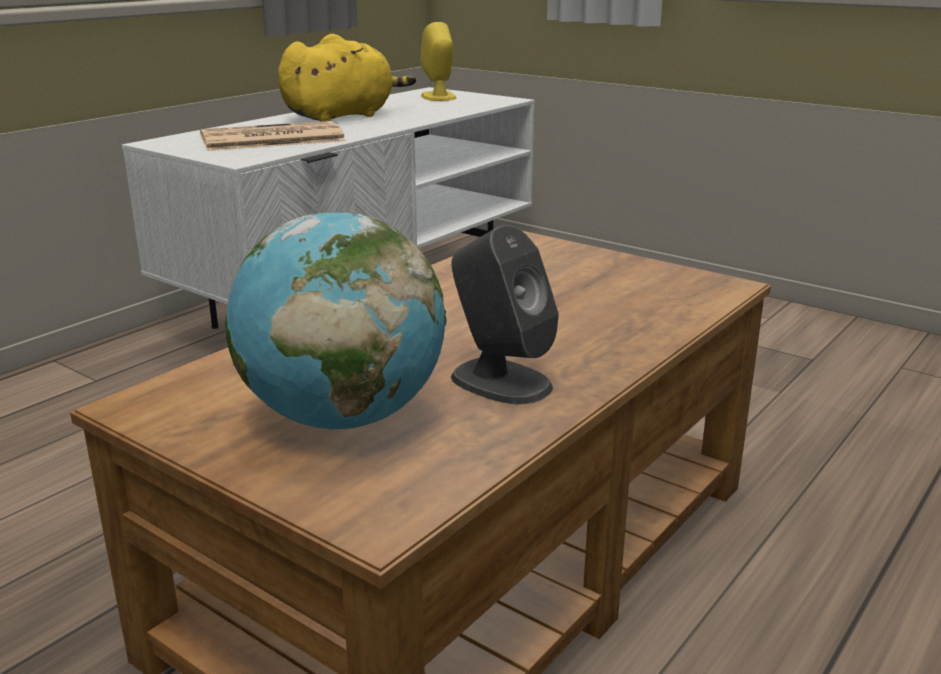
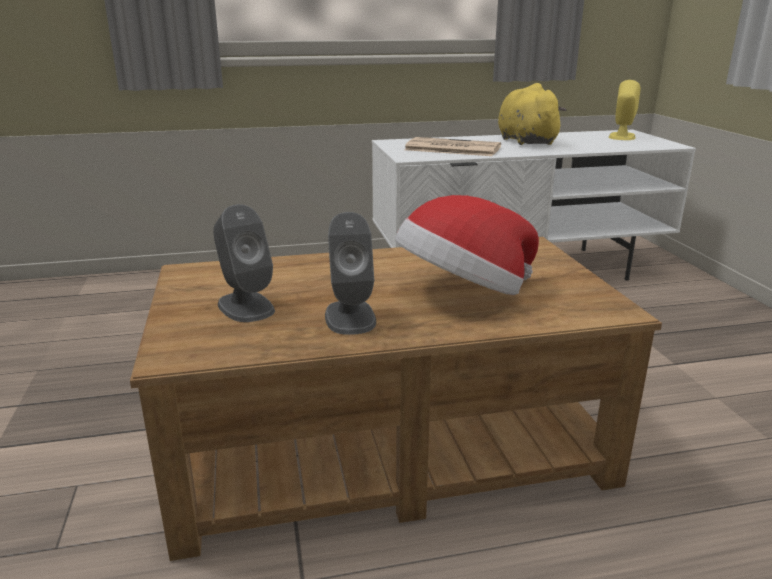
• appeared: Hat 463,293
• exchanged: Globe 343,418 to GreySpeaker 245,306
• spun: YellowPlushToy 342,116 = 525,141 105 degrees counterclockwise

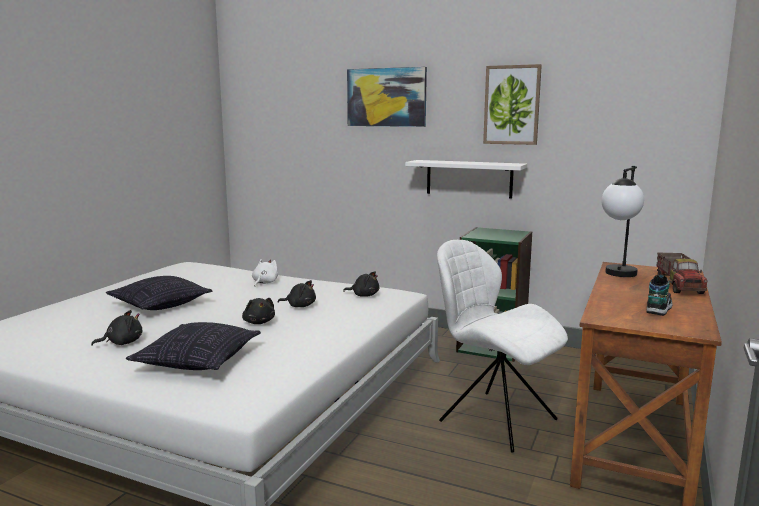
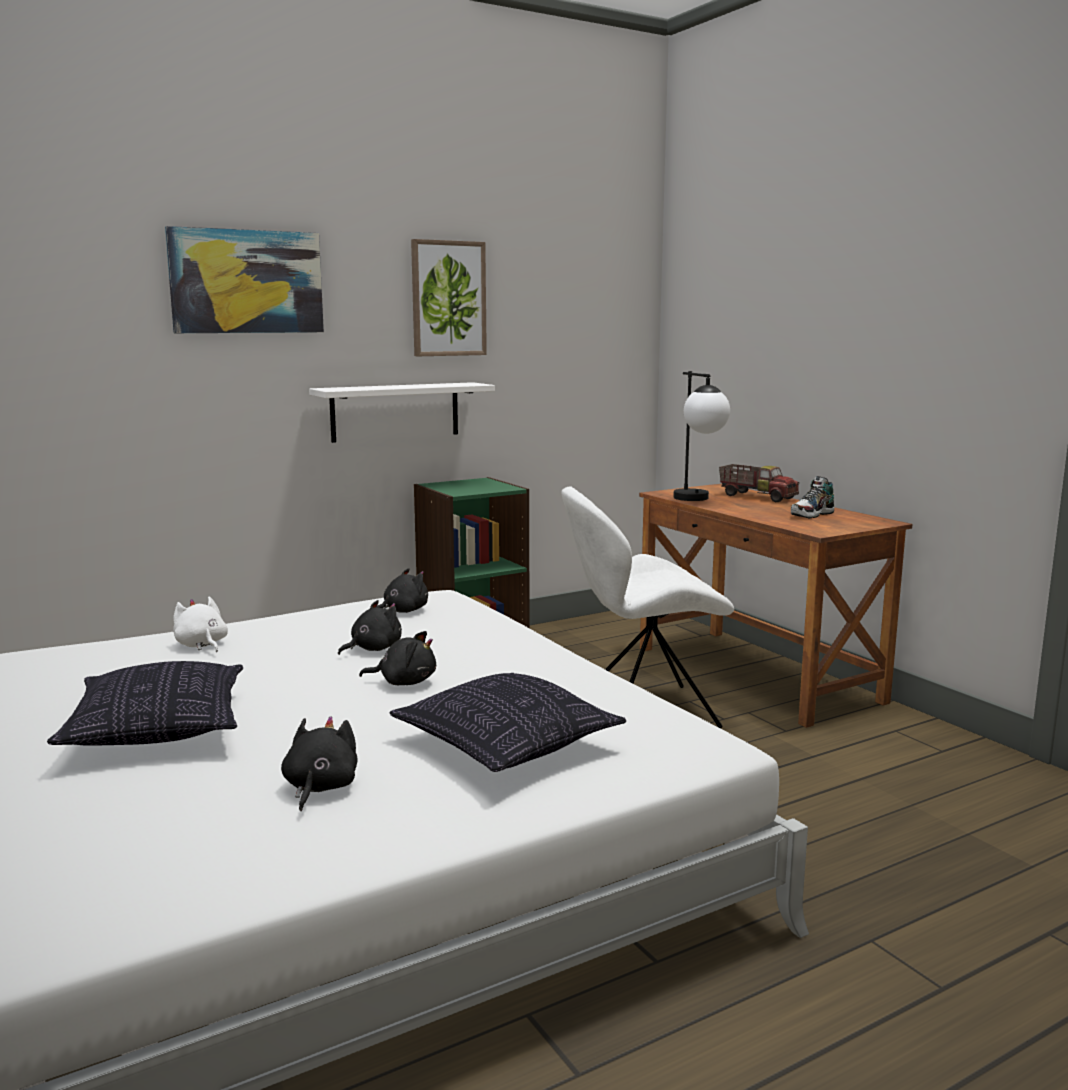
• spun: Shoe 658,308 = 812,515 105 degrees counterclockwise

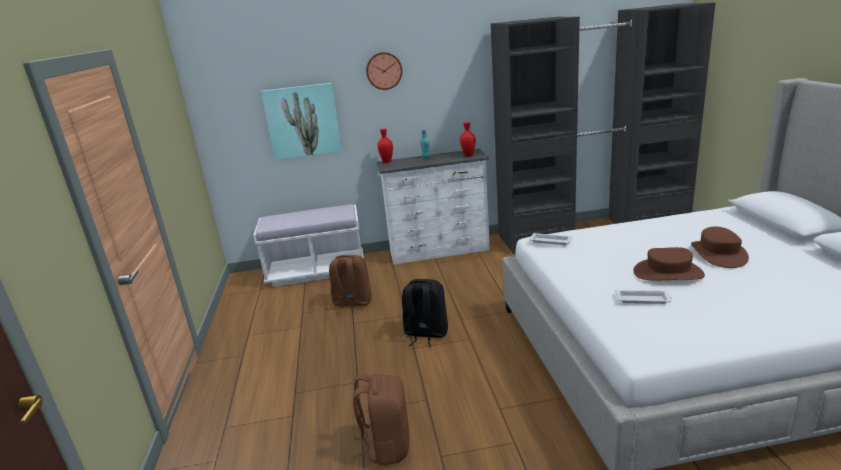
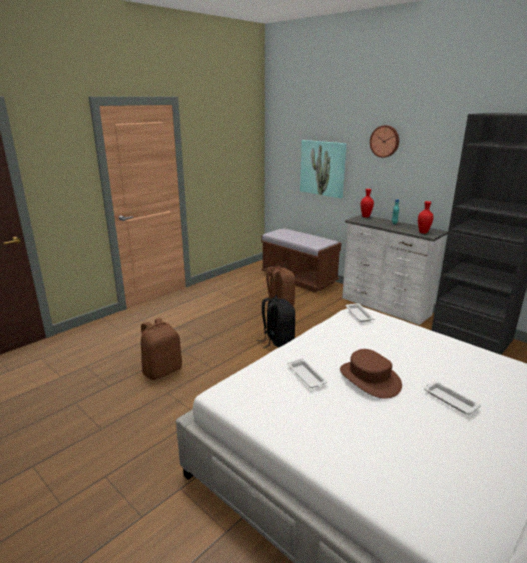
• exchanged: BrownHat 718,254 to WhiteTray 449,400
• colour: WhiteBench 316,271 to BrownBench 299,279

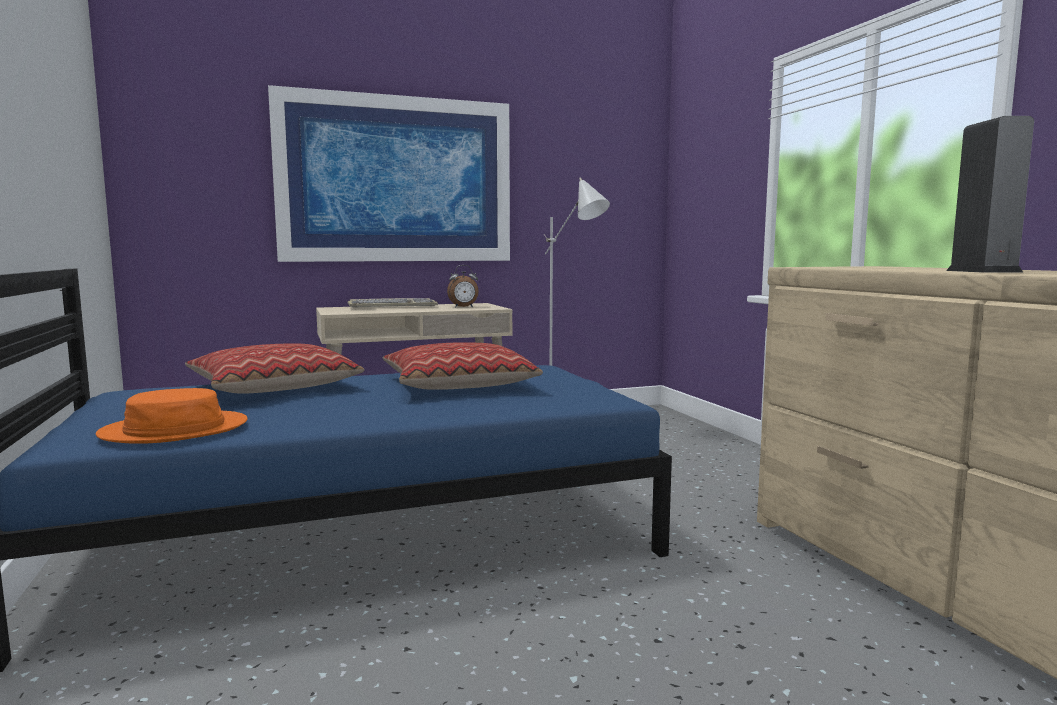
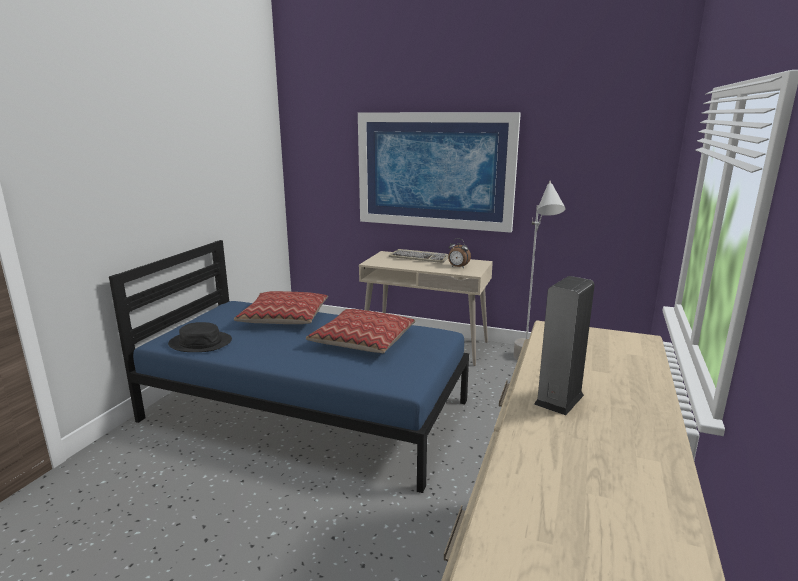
• colour: OrangeHat 175,430 to BlackHat 200,343

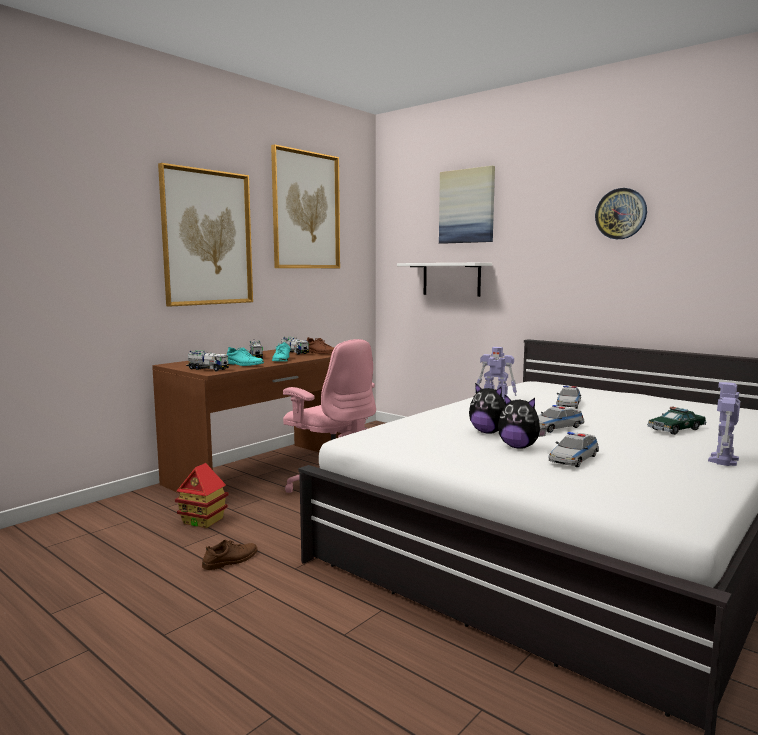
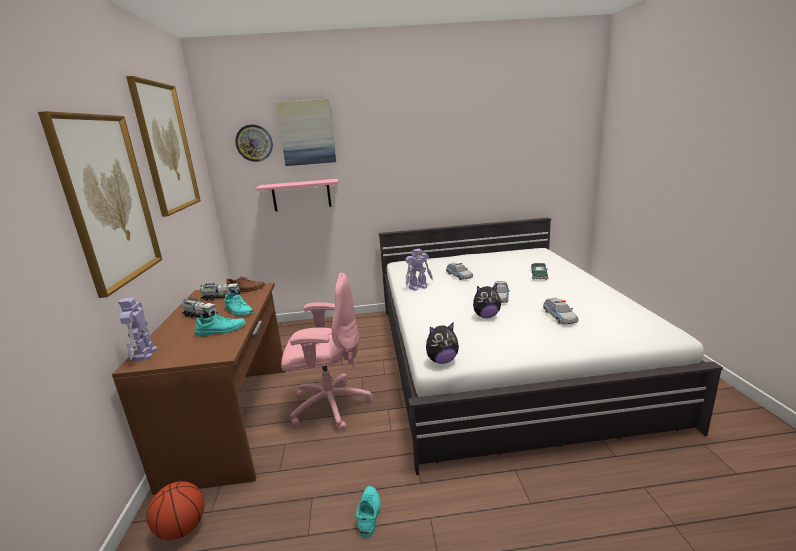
• missing: ToyHouse 203,521
• missing: ToyTruck 207,369
• appeared: Basketball 182,529
• relocated: PlushToy 519,447 to 442,360
• relocated: WallClock 621,214 to 254,143
• relocated: ToyRobot 723,460 to 144,354
• colour: BrownShoe 230,560 to TurquoiseShoe 369,513
• colour: WhiteShelf 451,279 to PinkShelf 301,195

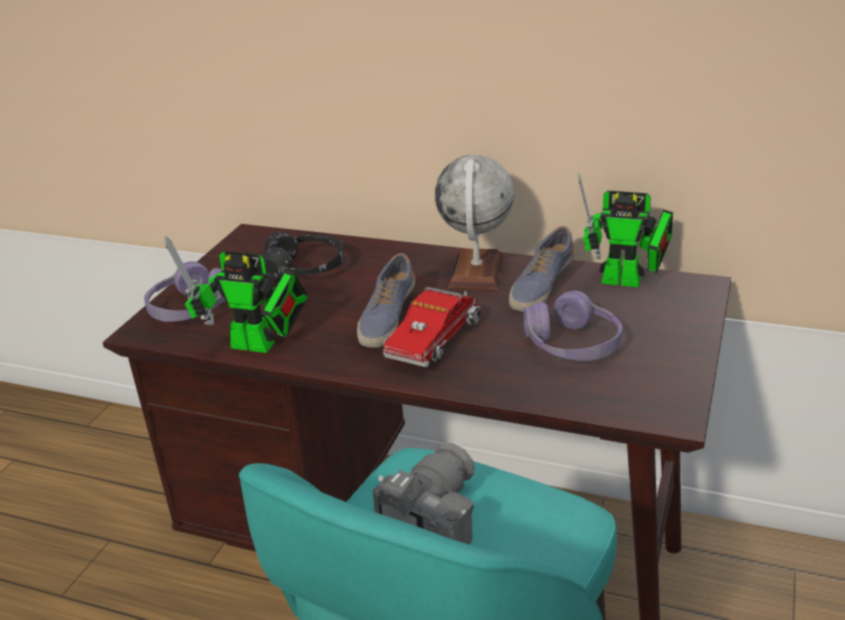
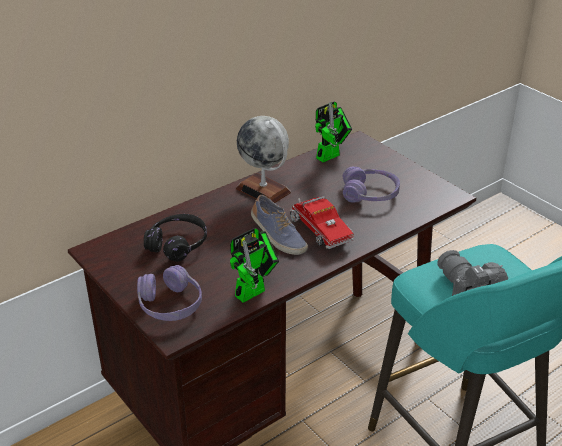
• missing: Shoe 541,287

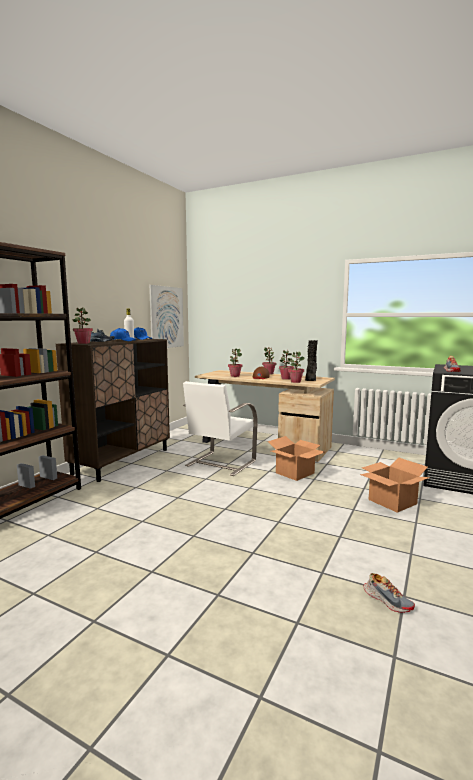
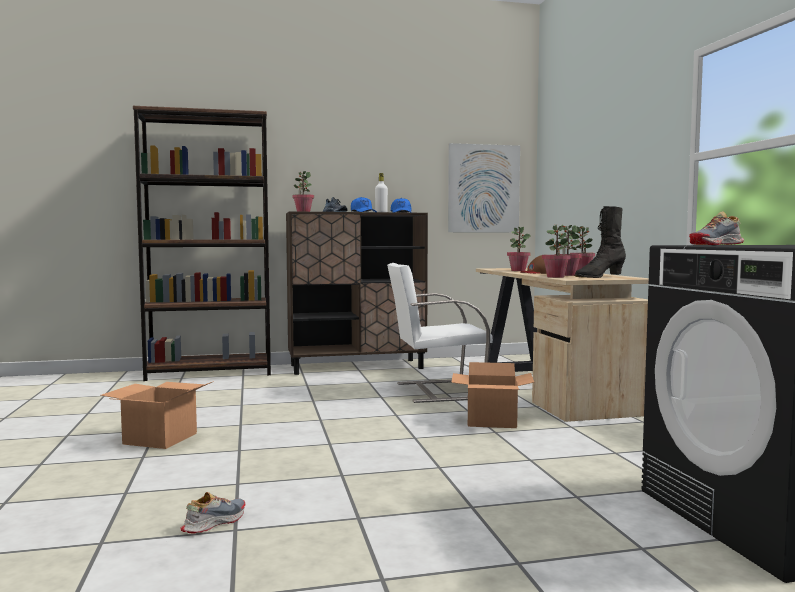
• relocated: CardboardBox 393,502 to 160,439
• spun: Shoe 387,600 = 214,523 150 degrees counterclockwise

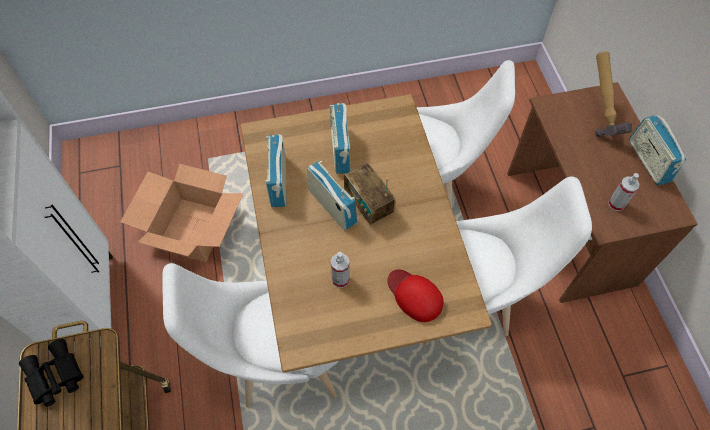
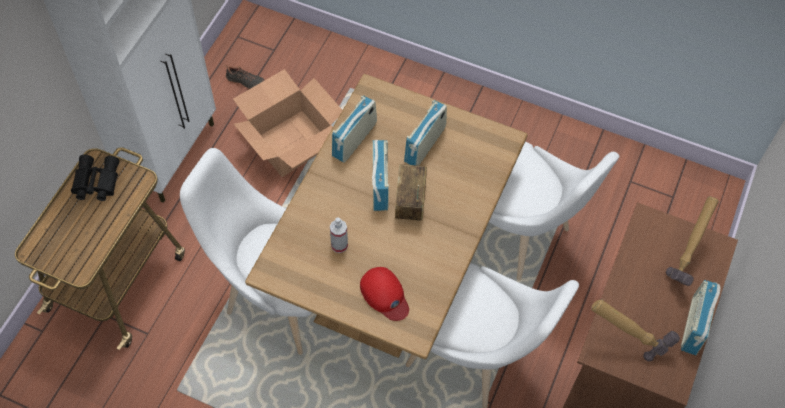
• appeared: BlackShoe 245,81
• exchanged: SprayBottle 616,204 to Hammer 626,340
• spun: RedCap 414,295 = 385,295 150 degrees clockwise

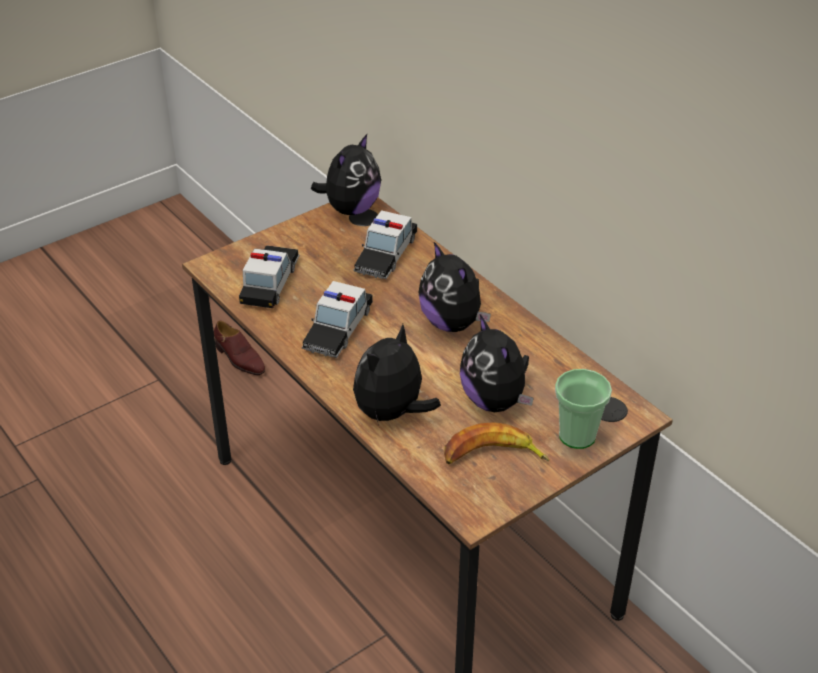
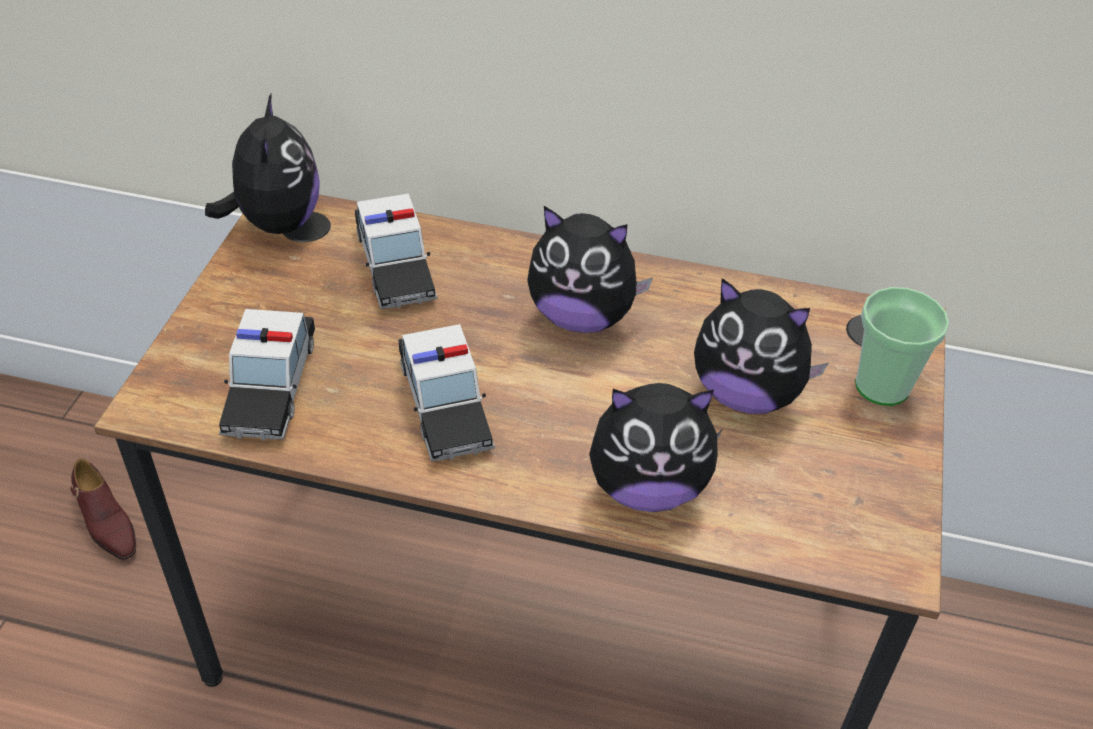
• missing: Banana 492,456
• spun: BrownShoe 239,359 = 106,522 45 degrees clockwise
• spun: ToyCar 270,282 = 271,386 150 degrees counterclockwise
• spun: PlushToy 392,413 = 647,487 90 degrees counterclockwise

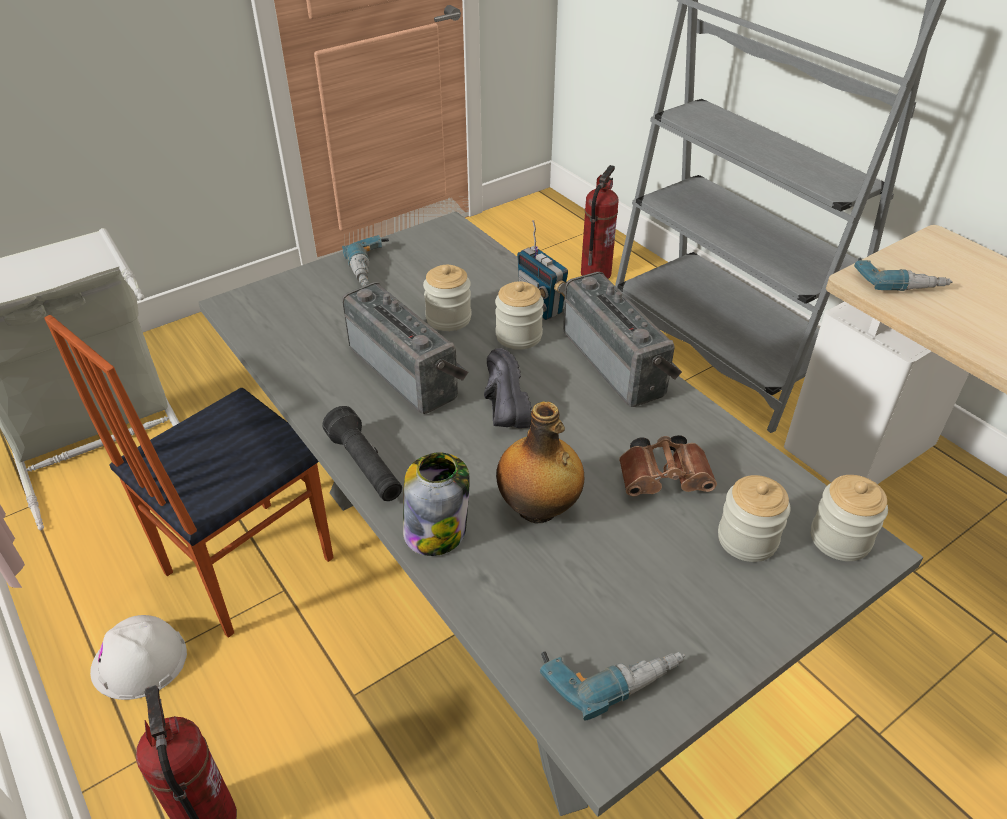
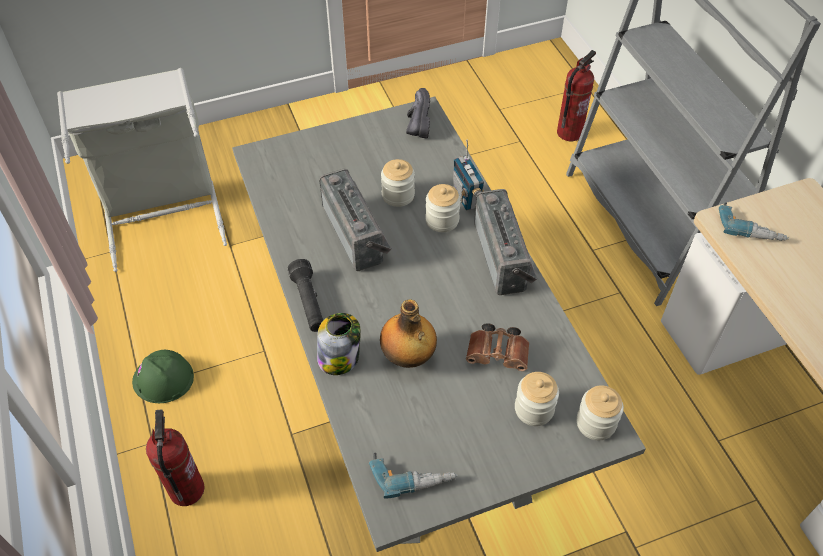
• missing: Chair 246,565
• missing: PowerDrill 373,269
• relocated: BlackShoe 499,403 to 416,121
• colour: WhiteHardHat 139,661 to GreenHardHat 163,379

